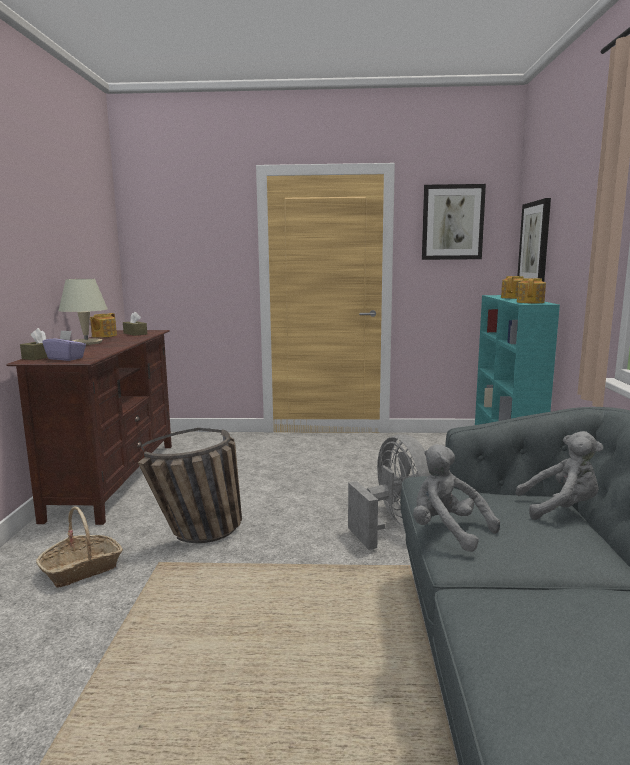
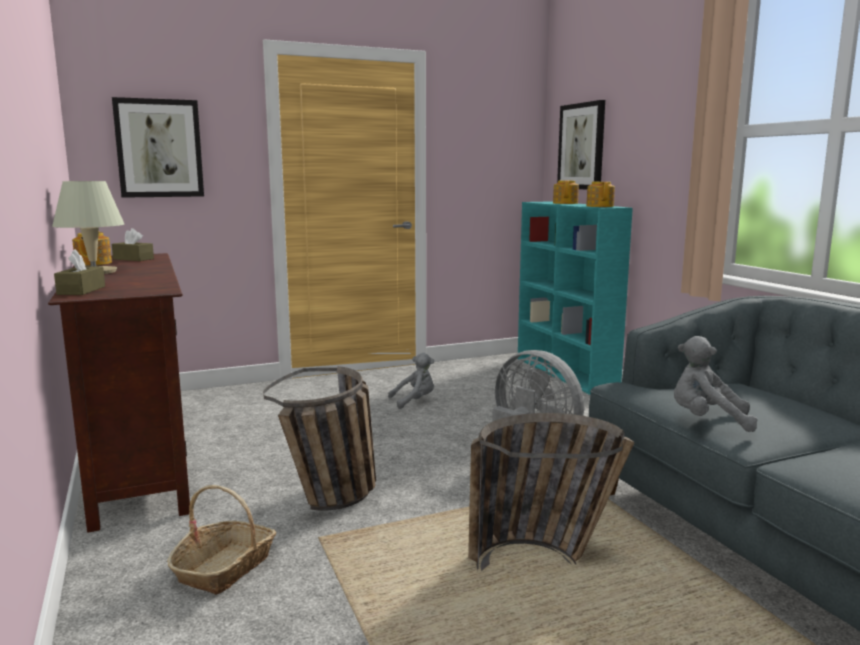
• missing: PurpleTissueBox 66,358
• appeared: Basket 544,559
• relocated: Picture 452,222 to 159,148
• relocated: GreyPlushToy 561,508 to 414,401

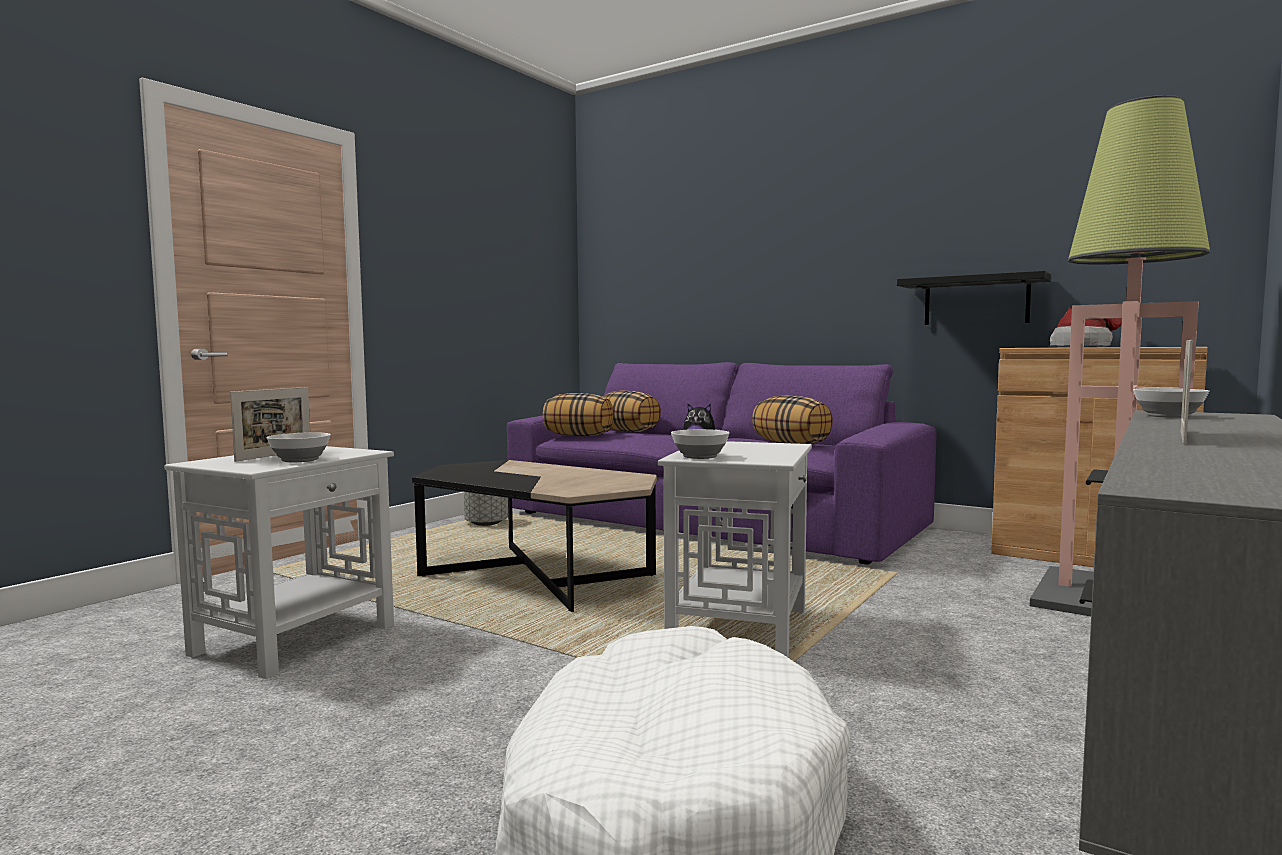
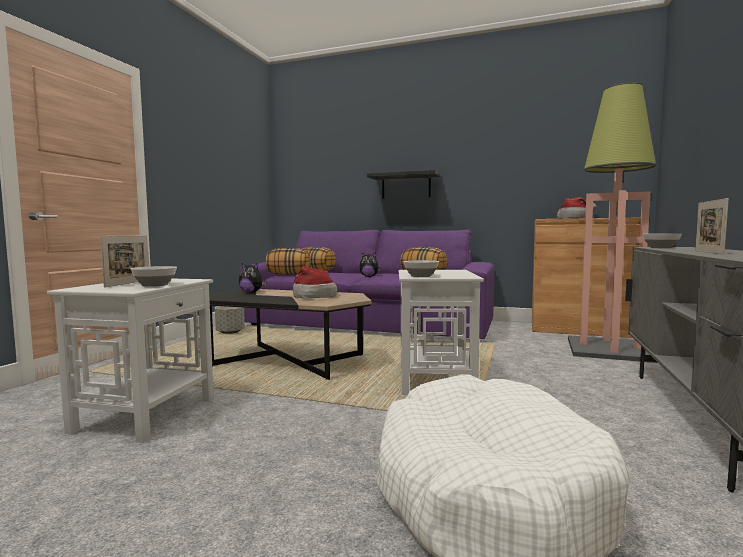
• appeared: PlushToy 251,292
• appeared: Hat 312,296
• relocated: BlackShelf 976,301 to 406,186

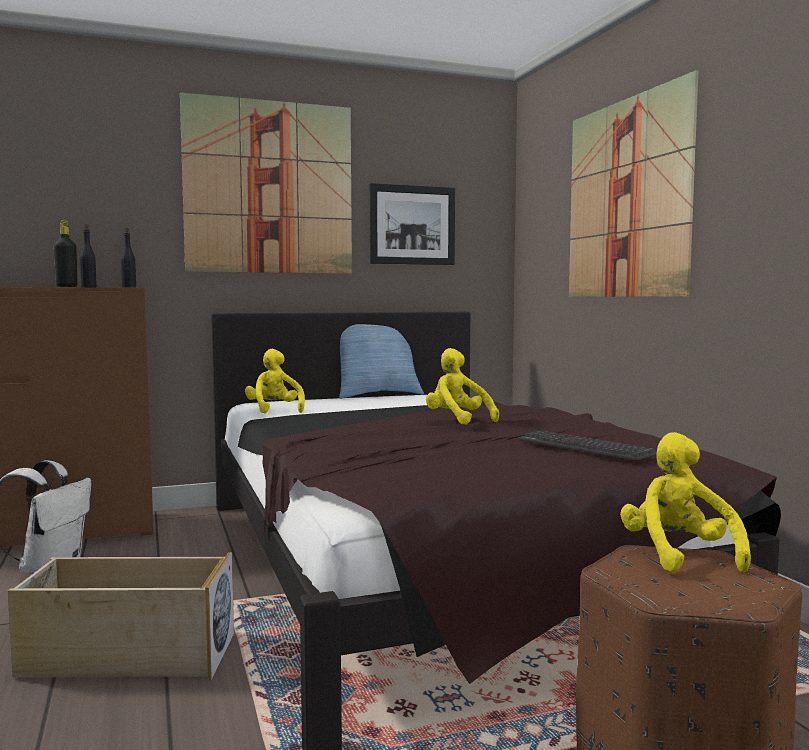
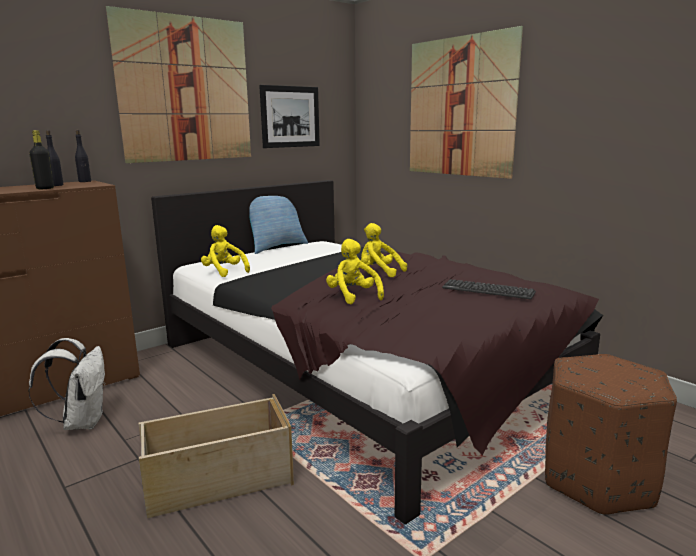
• relocated: YellowPlushToy 678,555 to 353,296

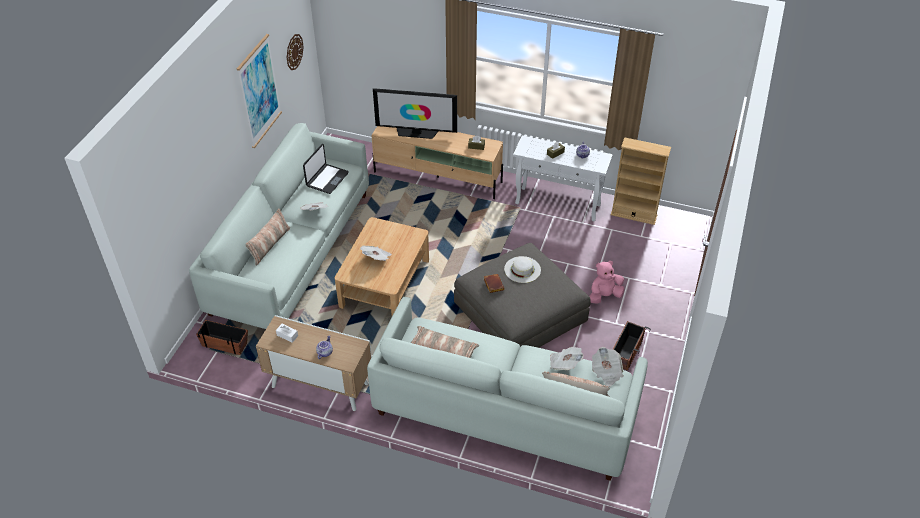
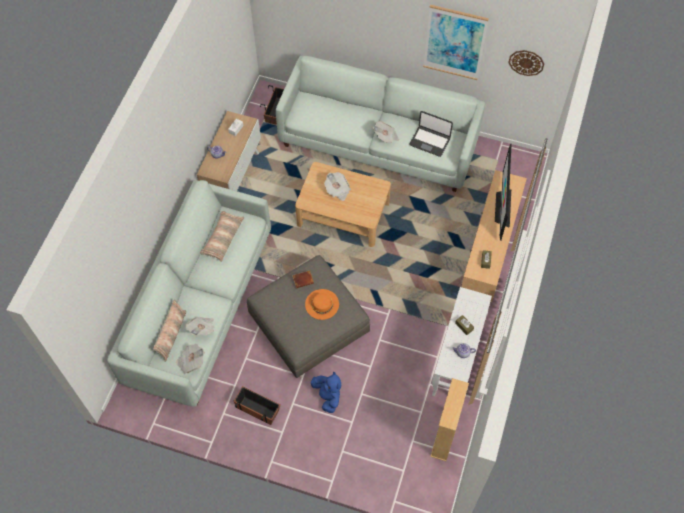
• missing: Pillow 269,245
• colour: WhiteHat 522,269 to OrangeHat 322,304
• colour: PinkPlushToy 604,296 to BluePlushToy 328,396

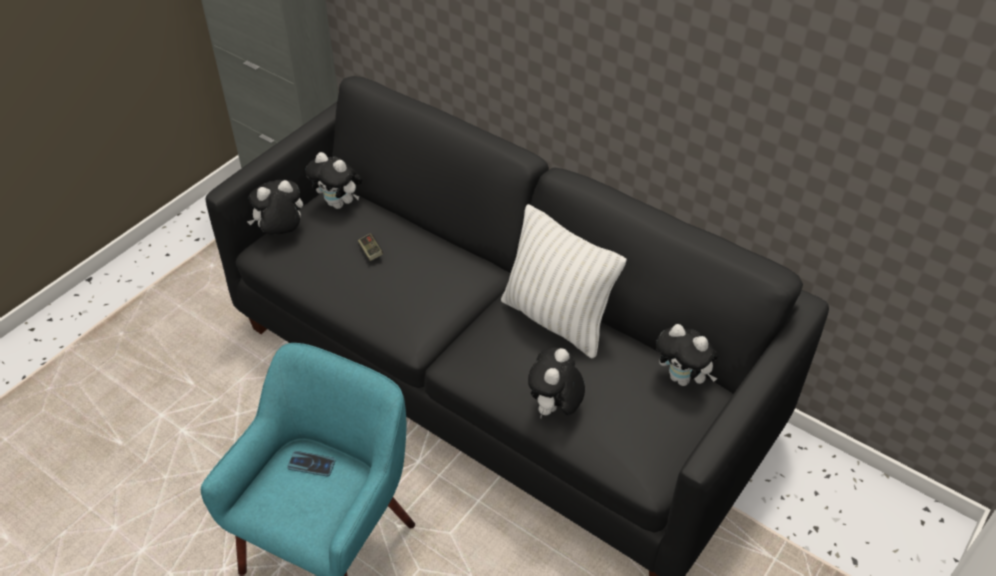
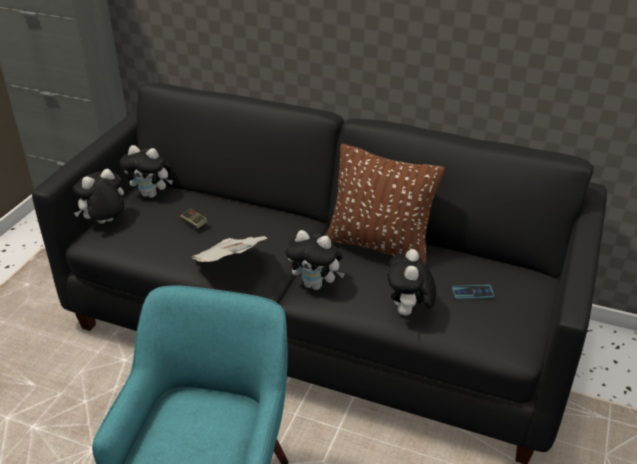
• appeared: Newspaper 230,264
• relocated: Phone 311,464 to 472,292
• relocated: PlushToy 683,379 to 315,285
• colour: WhitePillow 556,320 to BrownPillow 379,246

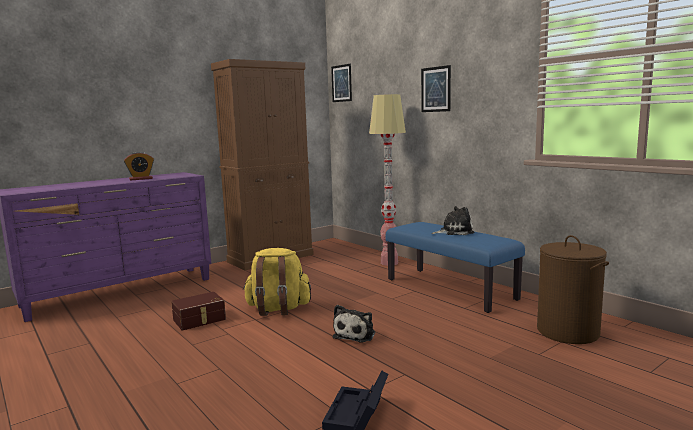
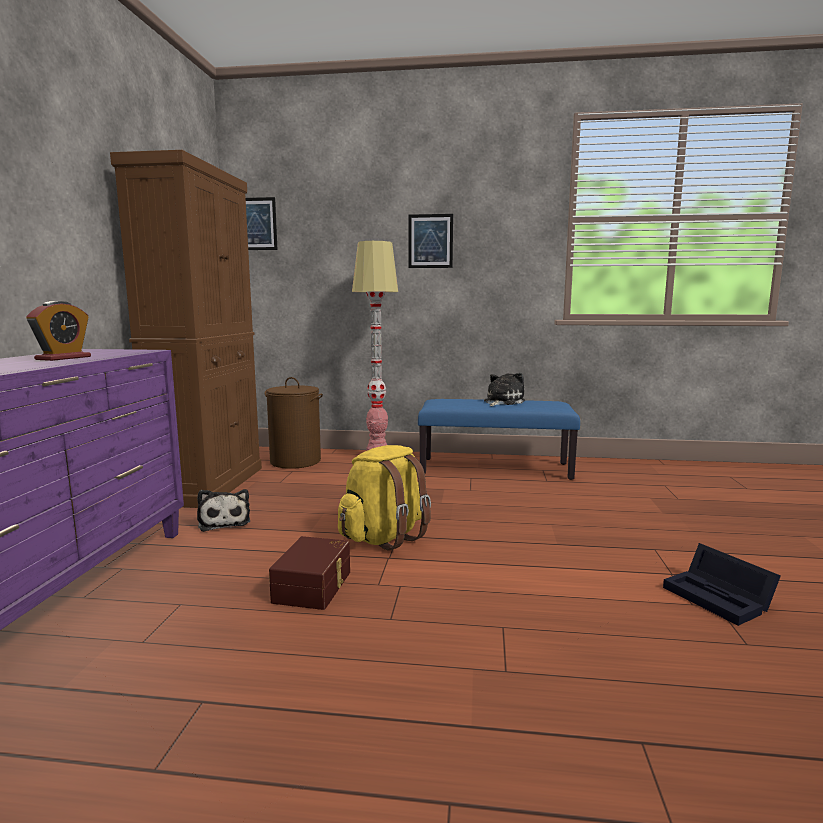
• relocated: PlushToy 356,334 to 224,521
• relocated: BrownLaundryBasket 568,332 to 296,461

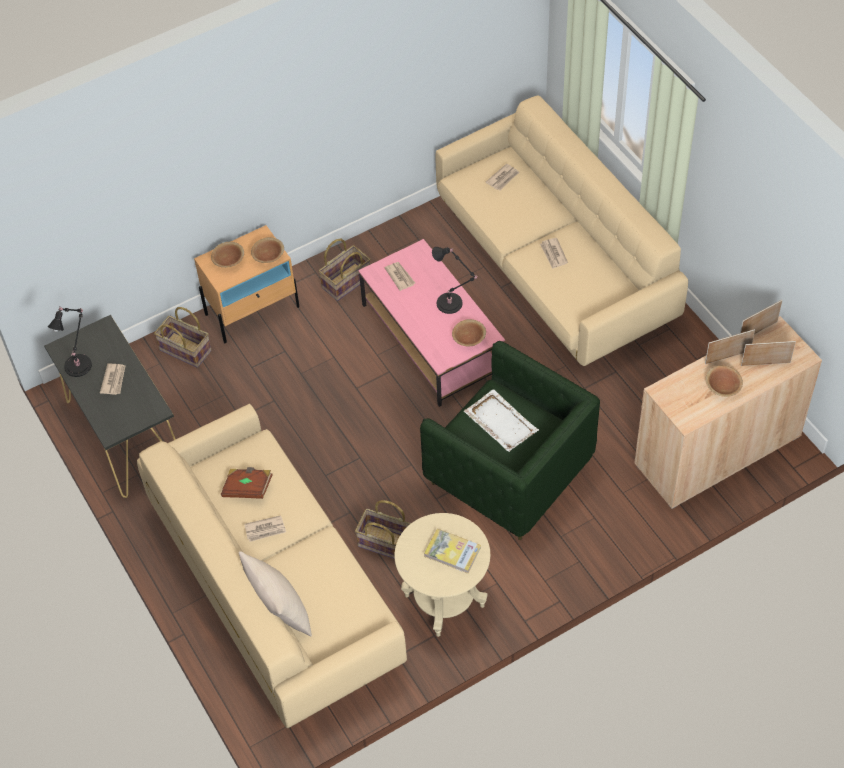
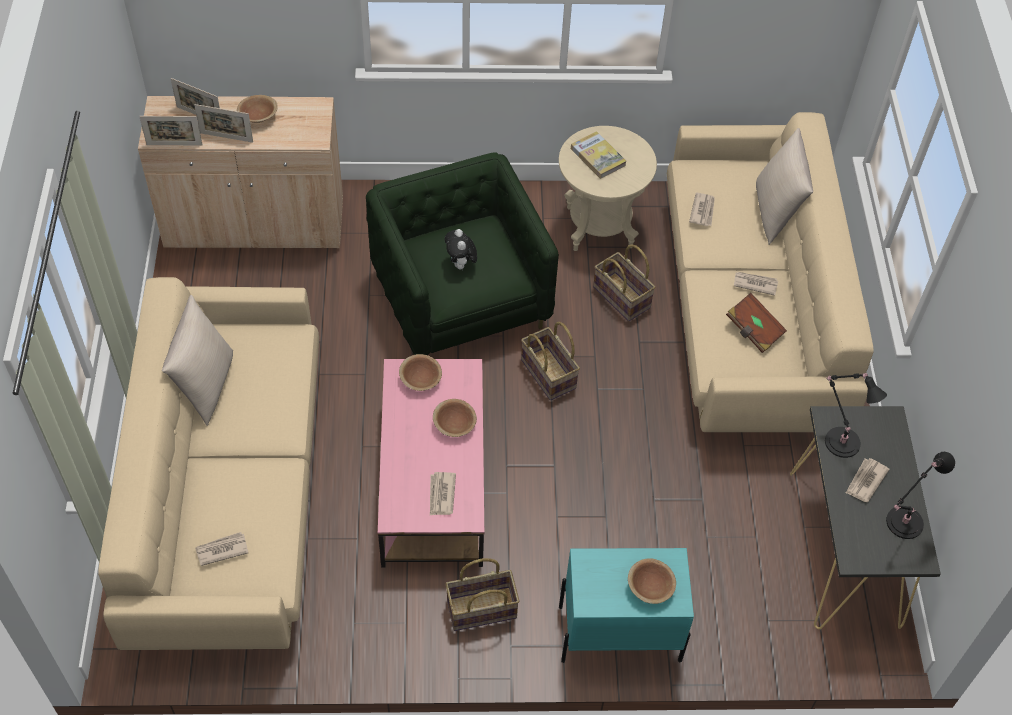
• appeared: BeigePillow 205,385
• relocated: Basket 184,351 to 549,373
• relocated: BrownBowl 268,256 to 454,424
• relocated: BlackTableLamp 451,304 to 840,440
• relocated: Newspaper 553,254 to 703,211
• exchanged: WhiteTray 500,421 to PlushToy 461,264
• colour: BeigeNightstand 252,310 to TurquoiseNightstand 618,633

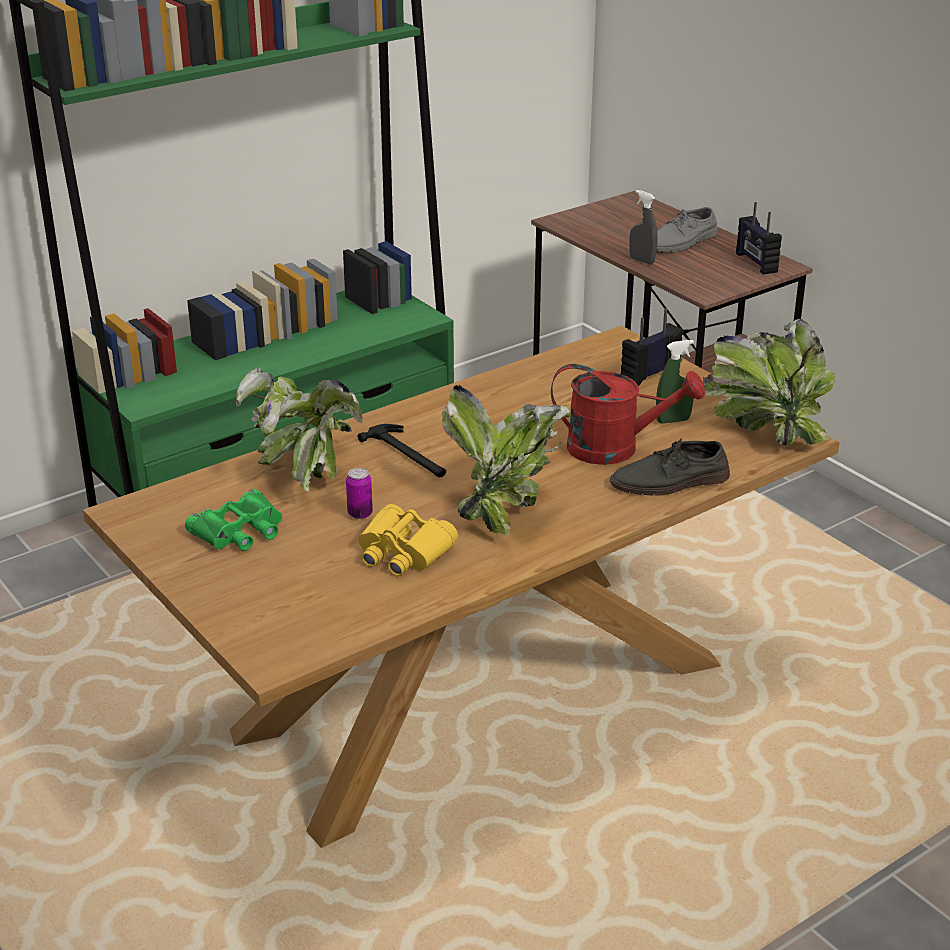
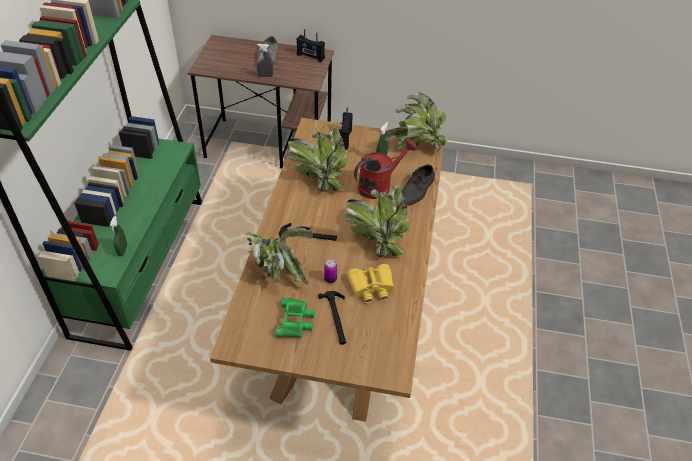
• appeared: GreenSprayBottle 122,250
• appeared: PottedPlant 319,177
• appeared: Hammer 336,318

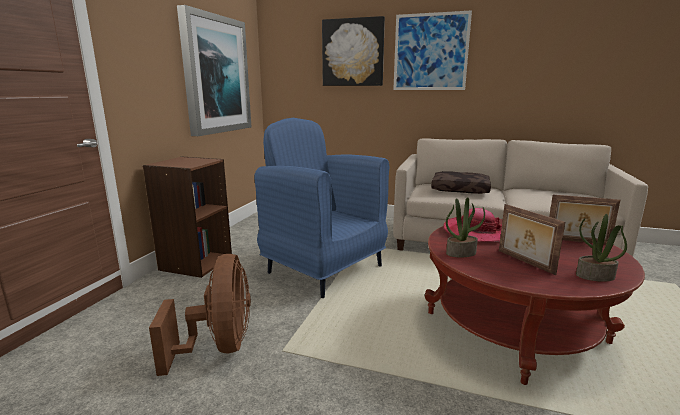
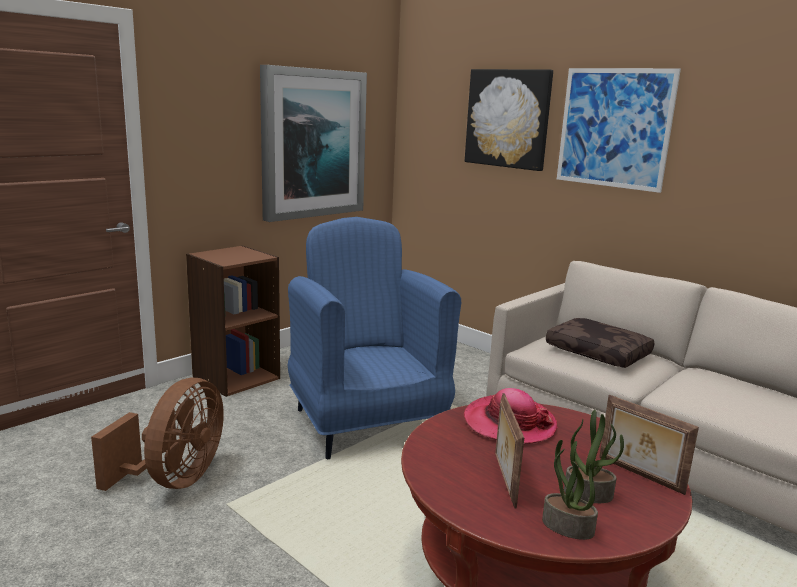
• relocated: PottedPlant 461,253 to 588,493

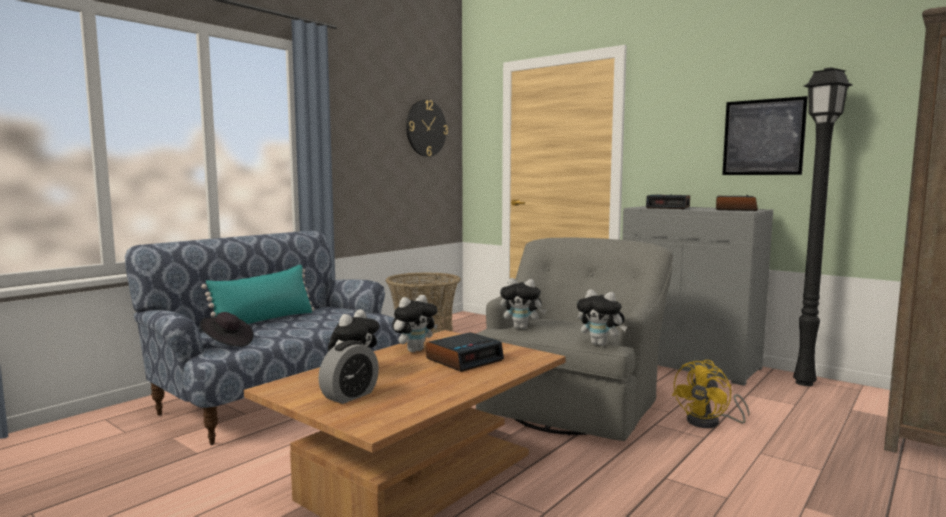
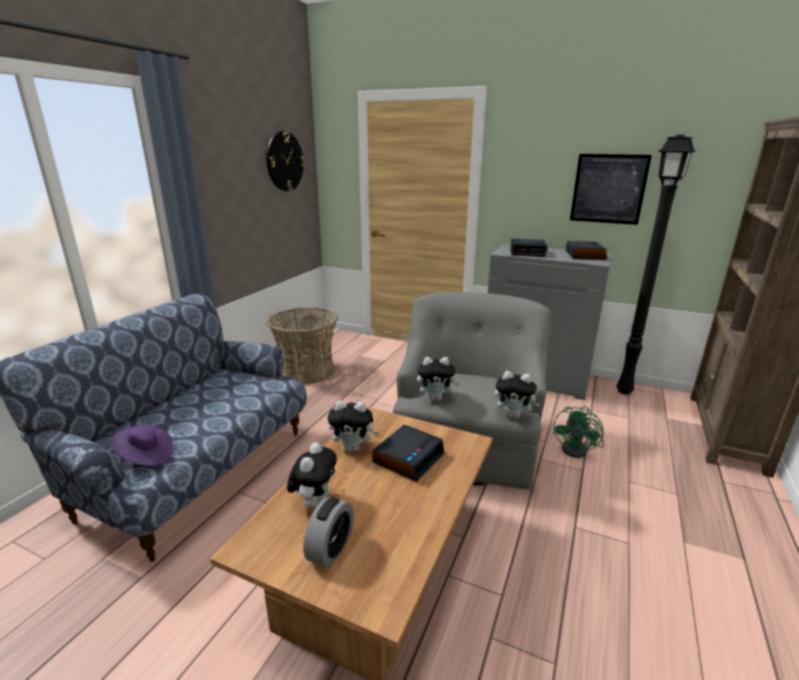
• missing: TurquoisePillow 264,321
• colour: BlackHat 227,343 to PurpleHat 146,456
• colour: YellowFan 710,422 to GreenFan 579,450
• spun: PlushToy 414,350 = 353,448 60 degrees clockwise

